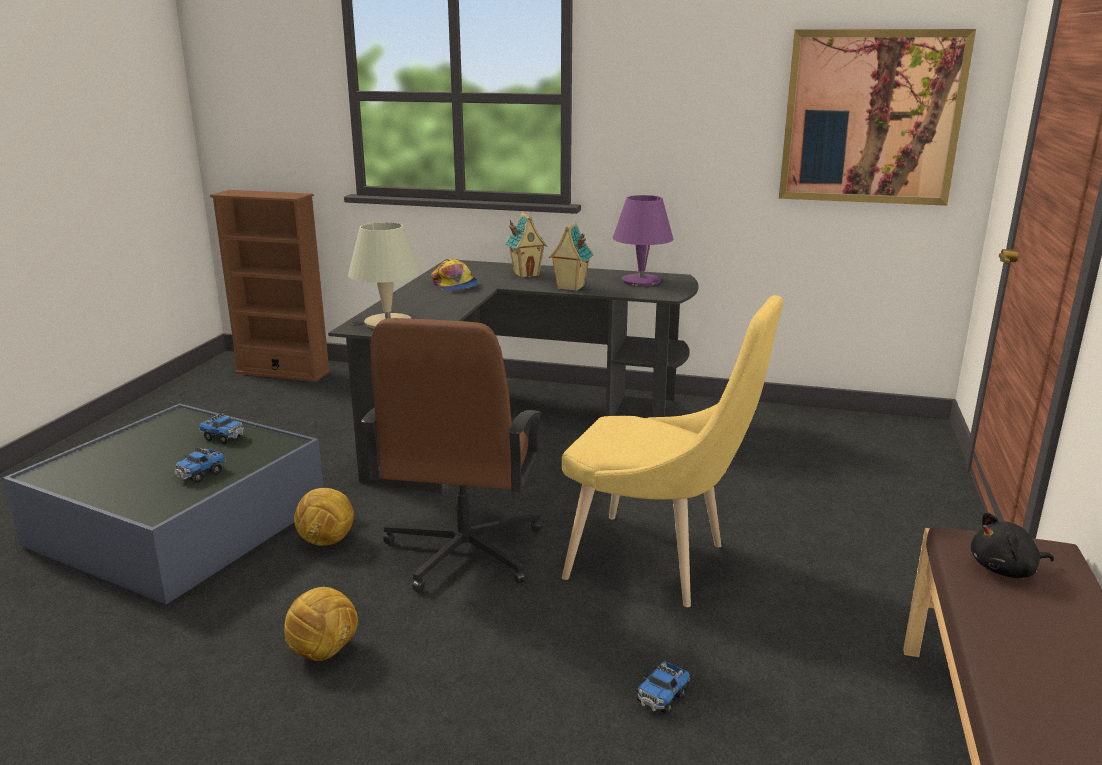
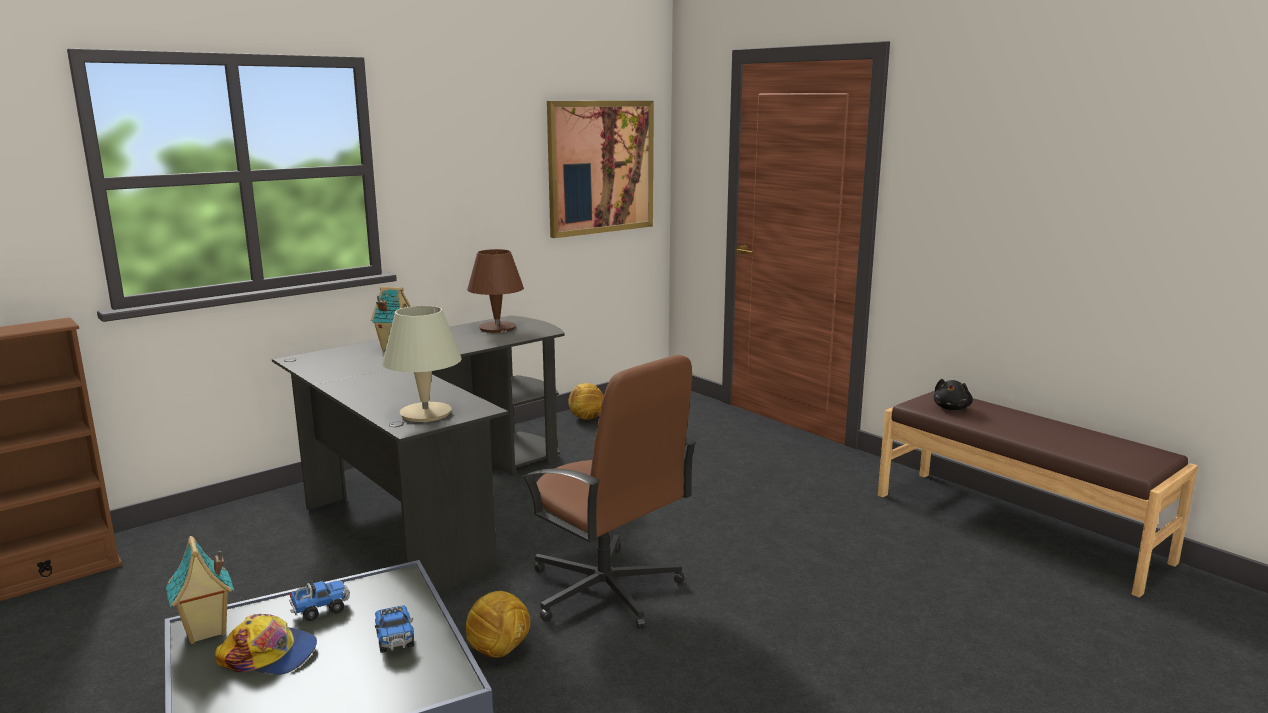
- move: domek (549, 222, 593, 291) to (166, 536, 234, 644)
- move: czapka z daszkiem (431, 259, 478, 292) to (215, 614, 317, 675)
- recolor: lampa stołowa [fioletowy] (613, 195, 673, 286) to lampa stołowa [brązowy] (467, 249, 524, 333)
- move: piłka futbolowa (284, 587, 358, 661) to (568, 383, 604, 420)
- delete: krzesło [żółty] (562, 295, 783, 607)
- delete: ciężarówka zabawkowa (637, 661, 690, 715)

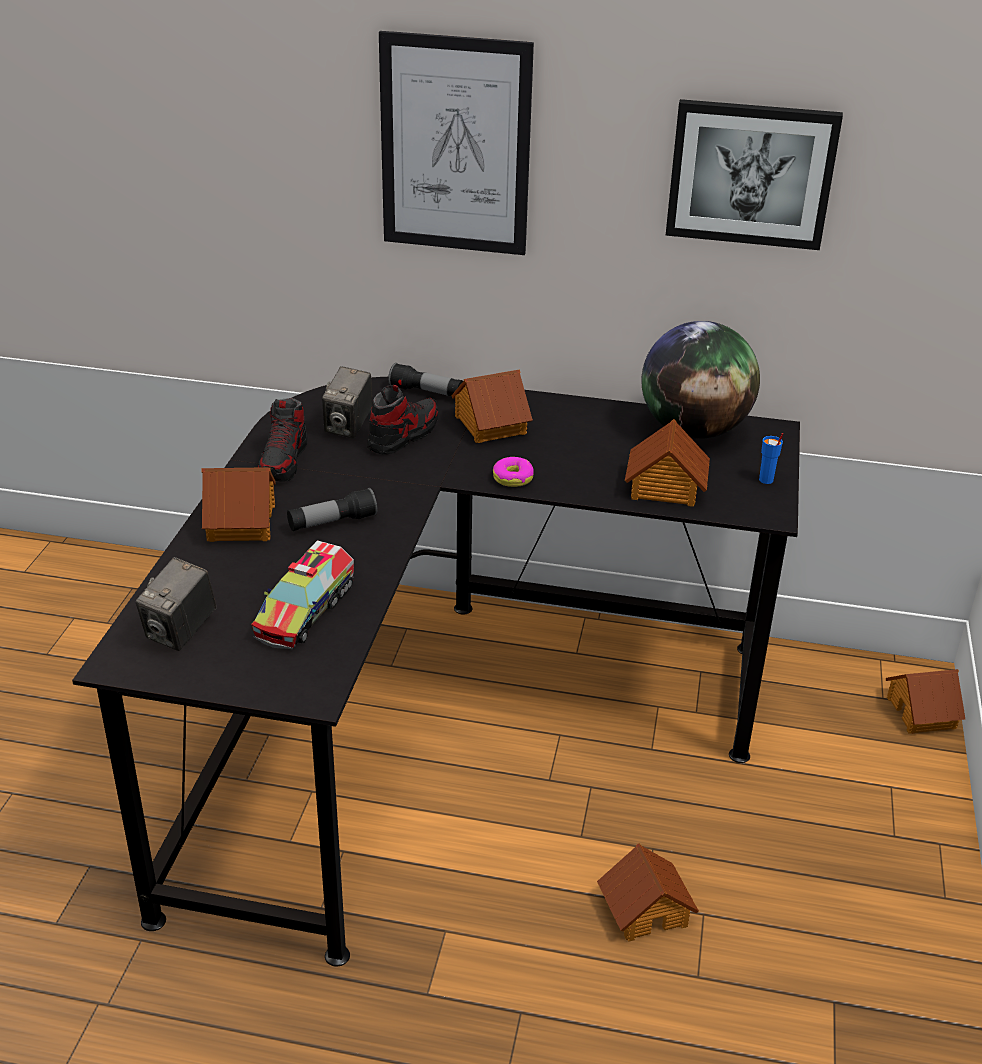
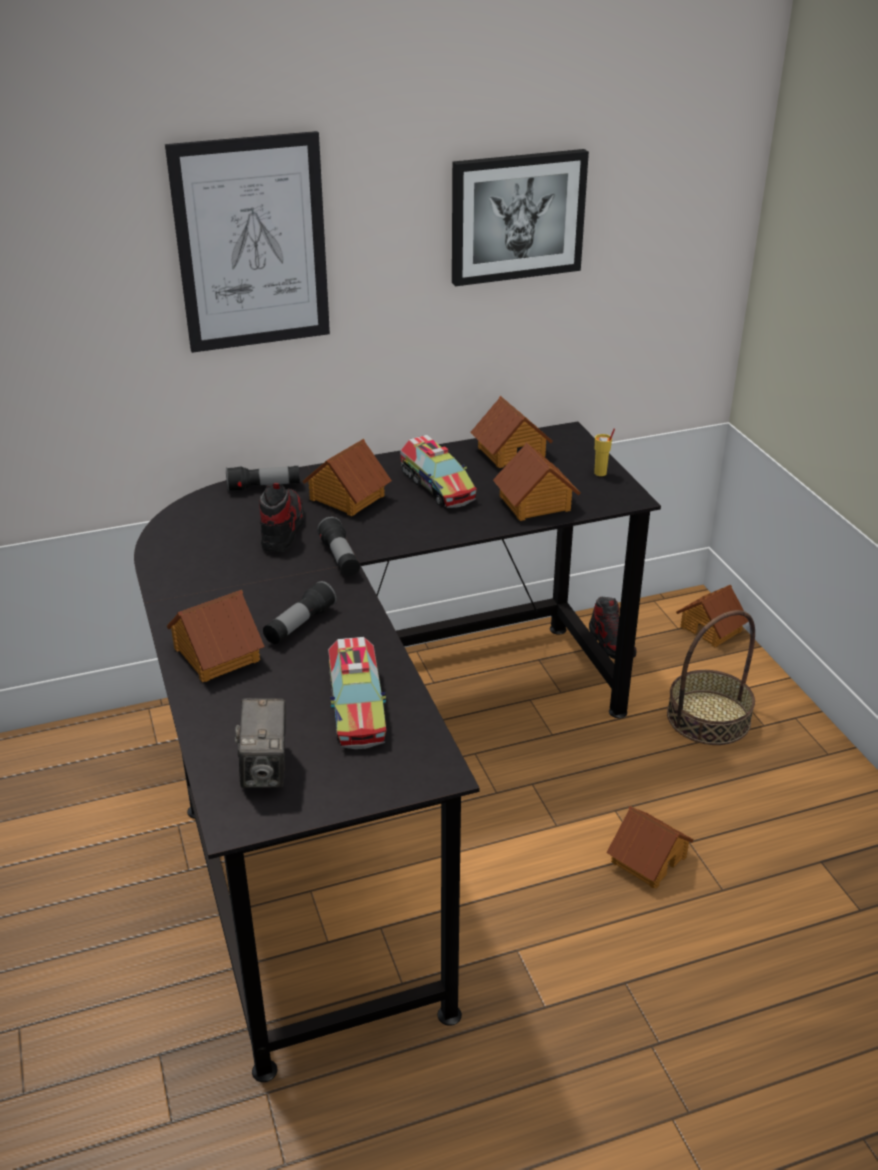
- insert: latarka (317, 517, 360, 576)
- insert: ciężarówka zabawkowa (400, 435, 477, 508)
- replace: globus (641, 321, 760, 439) to domek (470, 396, 553, 468)
- move: but (258, 398, 308, 482) to (589, 597, 637, 659)
- recolor: filiżanka [niebieski] (759, 433, 783, 484) to filiżanka [żółty] (594, 429, 615, 476)
- insert: koszyk (667, 610, 755, 745)
- delete: aparat fotograficzny (322, 366, 372, 439)
- delete: donut (493, 457, 534, 487)

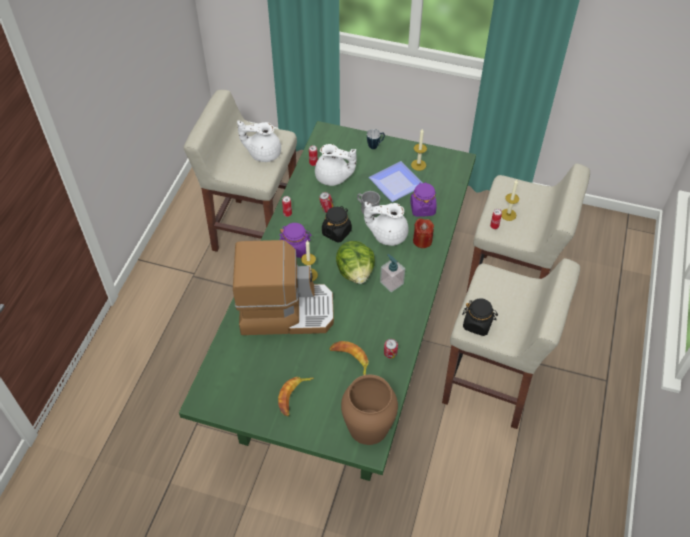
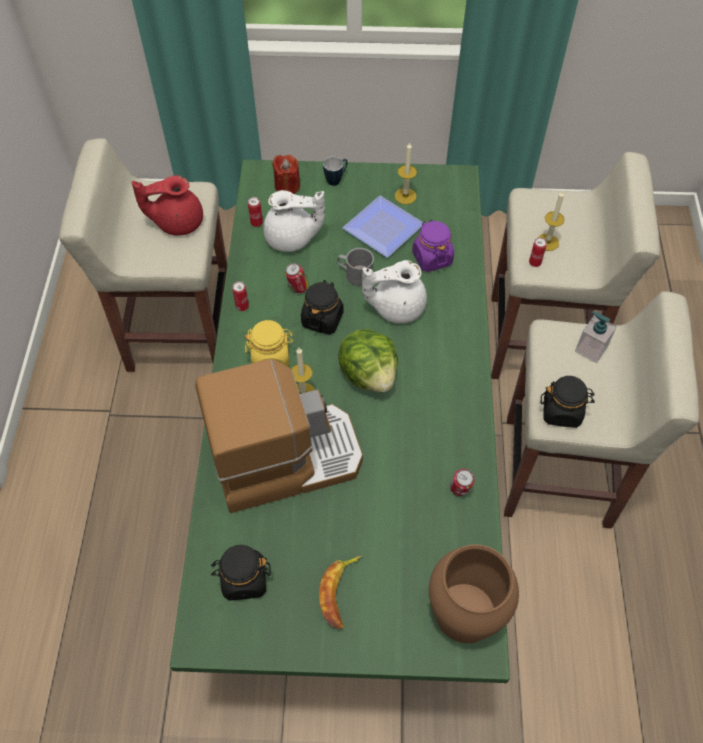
- recolor: imbryk [biały] (237, 120, 281, 162) to imbryk [czerwony] (132, 175, 203, 235)
- insert: słoik [czarny] (211, 545, 271, 601)
- recolor: słoik [fioletowy] (280, 223, 312, 258) to słoik [żółty] (245, 320, 294, 366)
- move: świeca [czerwony] (413, 218, 434, 248) to (272, 155, 300, 194)
- move: dozownik mydła (380, 254, 405, 292) to (575, 311, 617, 363)
- delete: banan (329, 341, 369, 375)

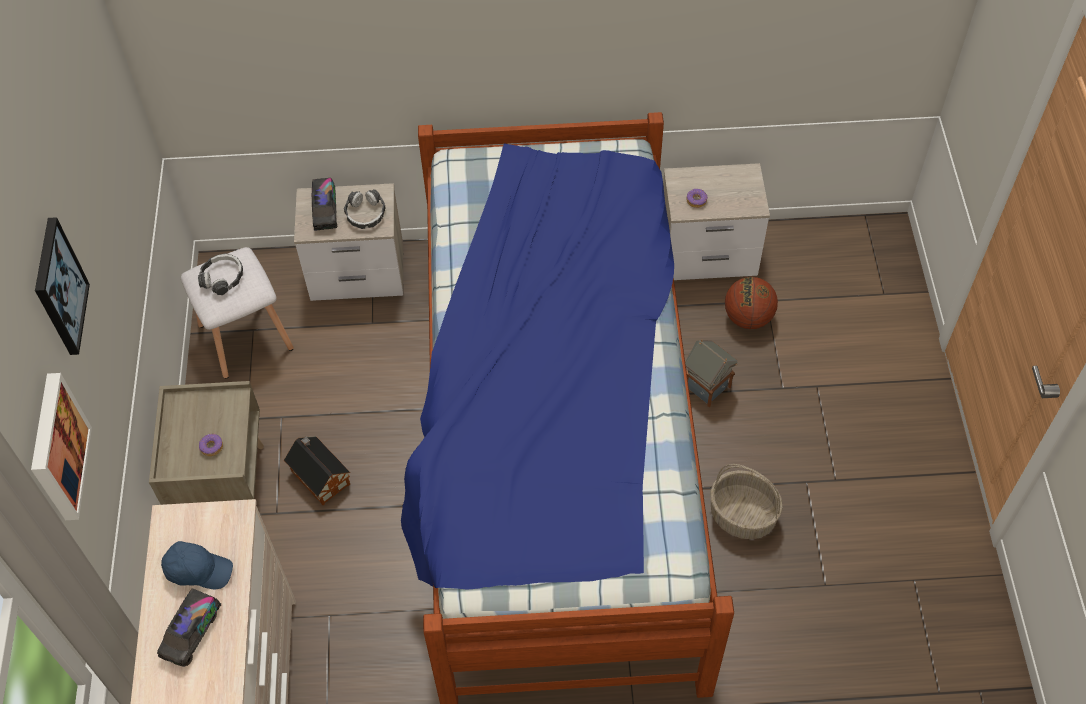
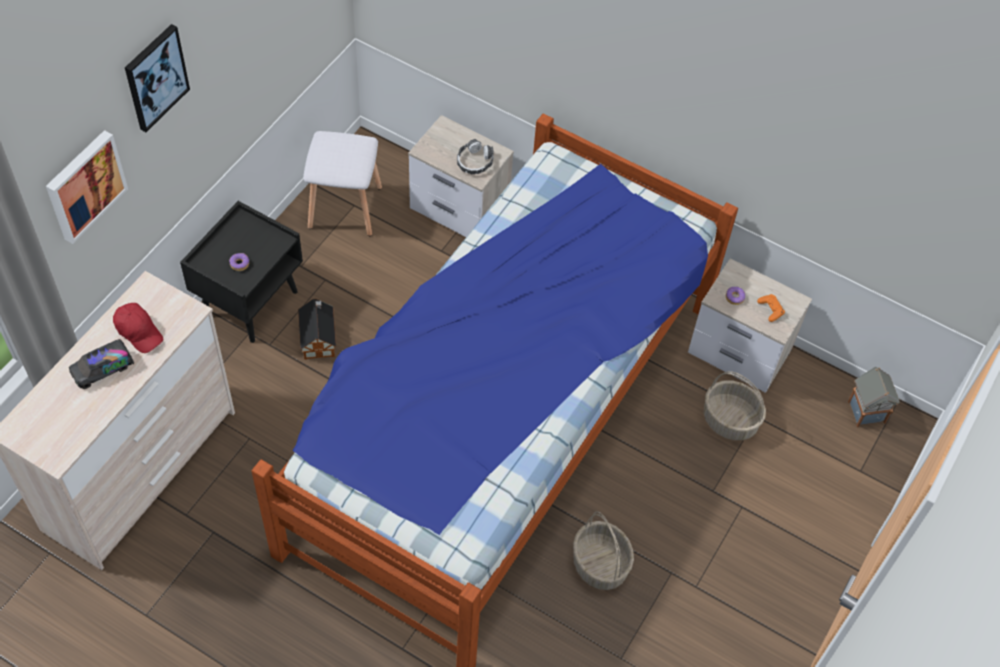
- recolor: czapka z daszkiem [niebieski] (161, 541, 233, 589) to czapka z daszkiem [czerwony] (113, 303, 163, 353)
- recolor: szafka nocna [beżowy] (149, 381, 264, 505) to szafka nocna [czarny] (180, 201, 303, 343)
- replace: piłka do koszykówki (725, 277, 778, 329) to koszyk (704, 371, 766, 440)
- insert: pad do gier [pomarańczowy] (757, 294, 785, 322)
- move: domek (685, 340, 738, 407) to (848, 367, 900, 427)
- delete: słuchawki (198, 253, 243, 295)
- delete: ciężarówka zabawkowa (312, 178, 337, 231)

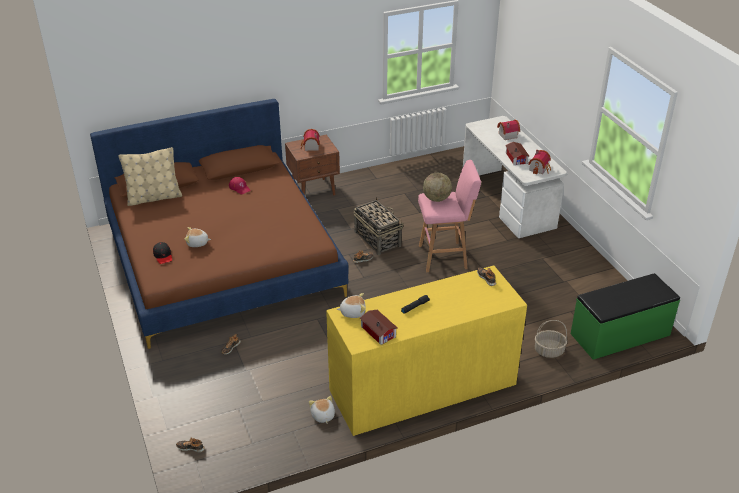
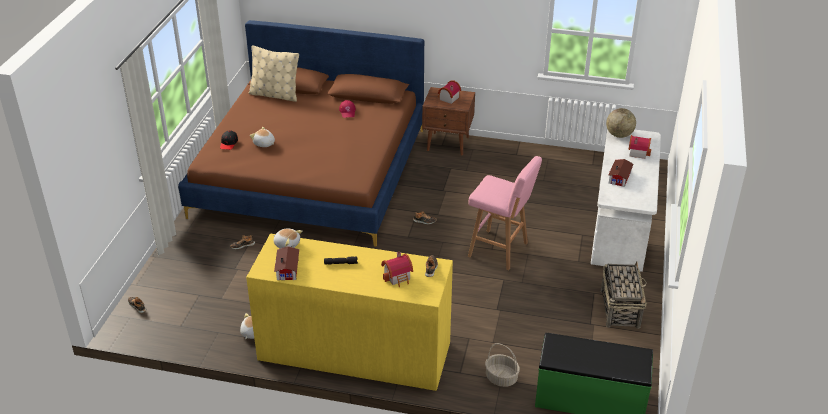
- move: domek (528, 150, 551, 175) to (381, 252, 413, 287)
- move: koszyk (353, 197, 403, 255) to (601, 262, 647, 329)
- move: globus (423, 173, 452, 202) to (606, 108, 636, 138)

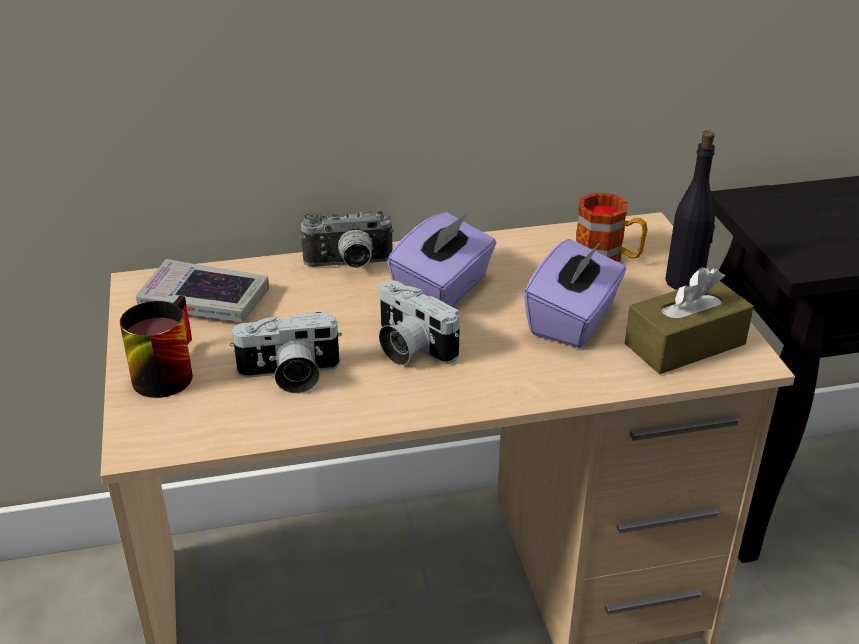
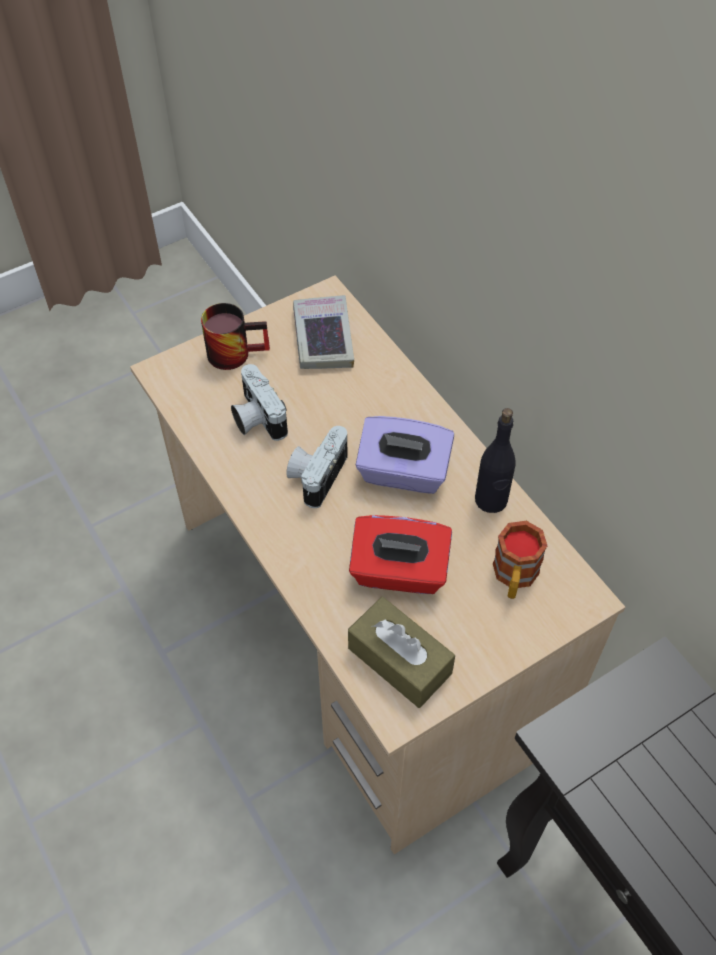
- recolor: pudełko chusteczek [fioletowy] (524, 239, 626, 348) to pudełko chusteczek [czerwony] (349, 515, 452, 594)
- move: butelka [czarny] (665, 130, 715, 290) to (475, 408, 516, 513)
- delete: aparat fotograficzny (300, 211, 394, 268)

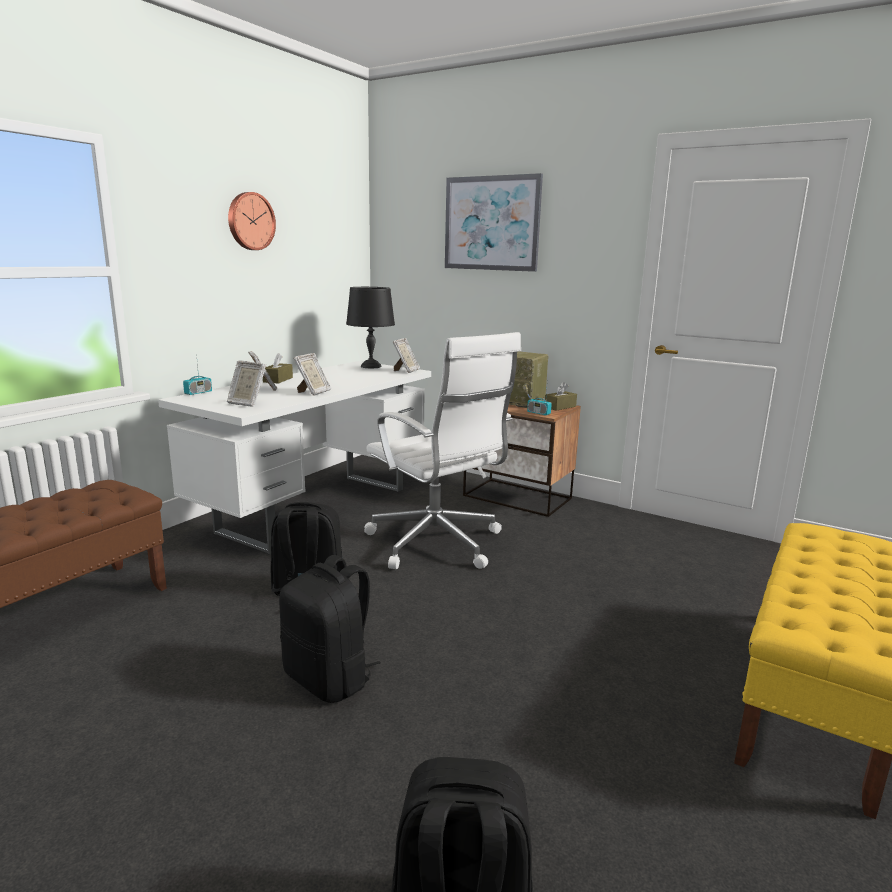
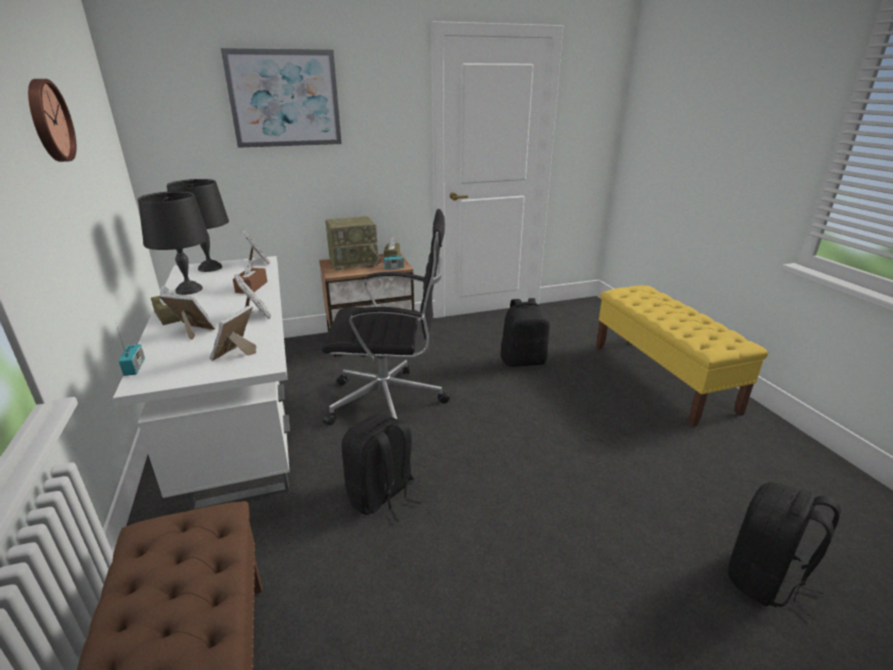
- insert: lampa stołowa [czarny] (138, 191, 210, 295)
- rotate: ramka na zdjęcie (227, 360, 266, 407) = (210, 306, 256, 361) 135 degrees clockwise
- insert: pudełko chusteczek [brązowy] (233, 260, 268, 294)
- recolor: krzesło biurowe [biały] (364, 332, 521, 569) to krzesło biurowe [czarny] (321, 209, 450, 425)
- move: plecak [czarny] (279, 555, 381, 703) to (500, 298, 550, 367)

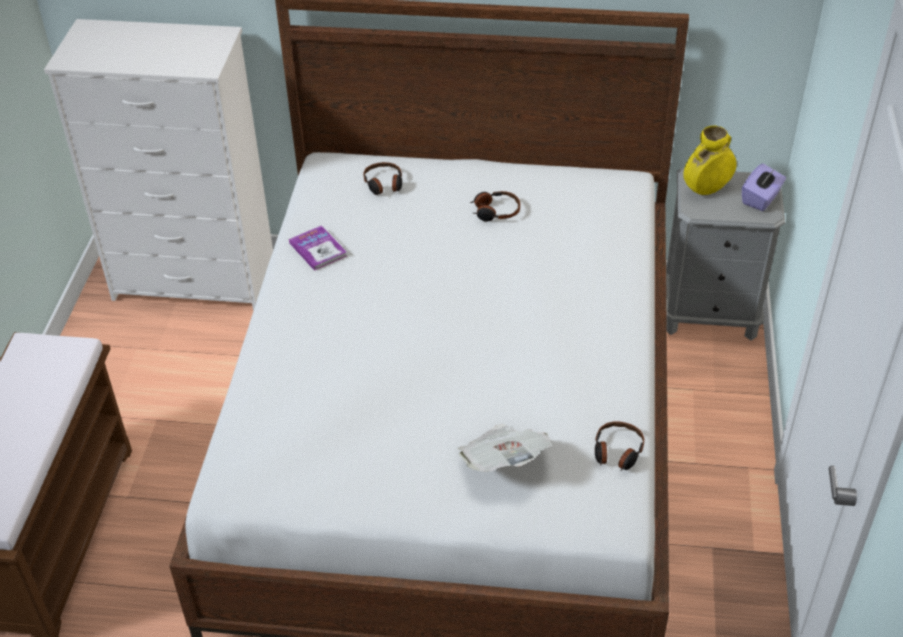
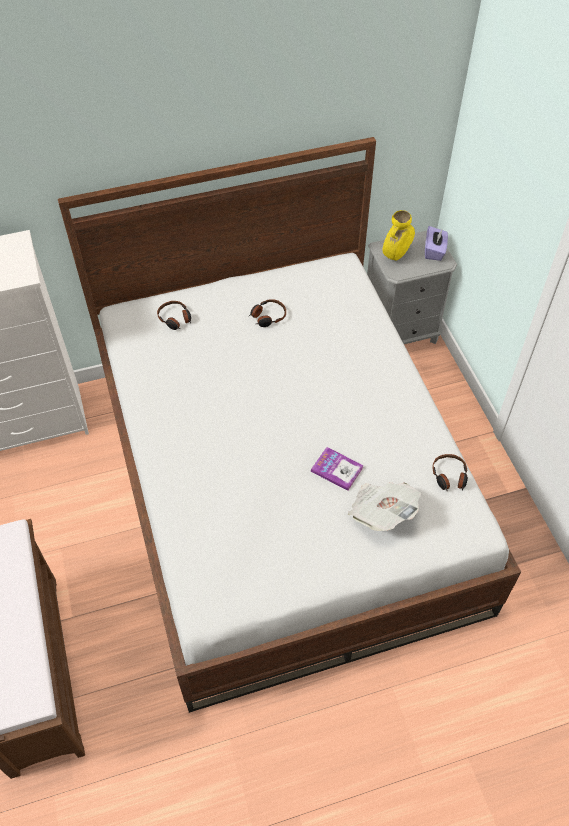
- move: książka (289, 225, 347, 271) to (311, 447, 364, 491)

